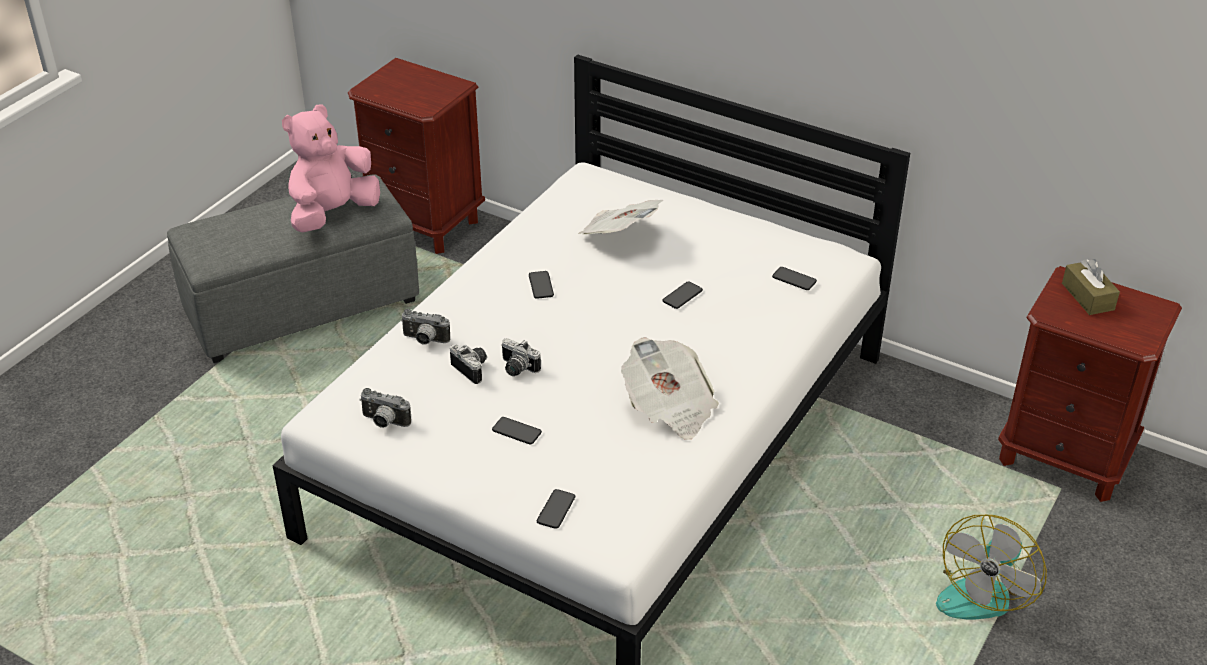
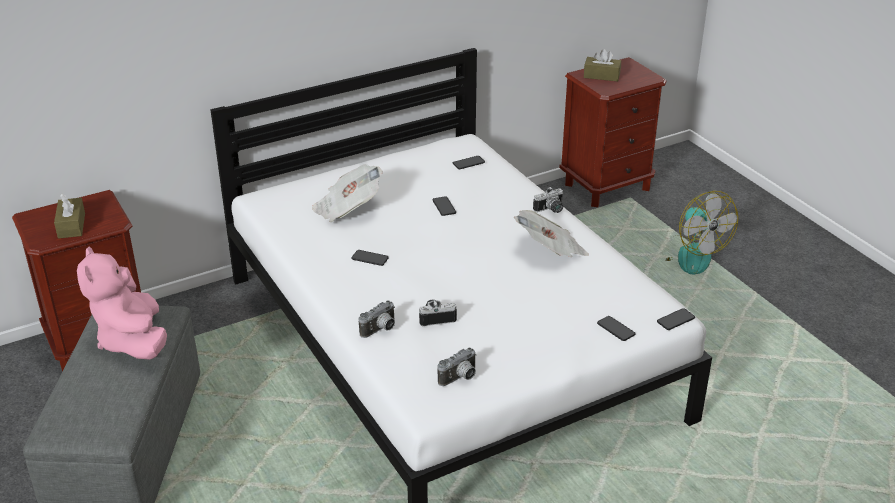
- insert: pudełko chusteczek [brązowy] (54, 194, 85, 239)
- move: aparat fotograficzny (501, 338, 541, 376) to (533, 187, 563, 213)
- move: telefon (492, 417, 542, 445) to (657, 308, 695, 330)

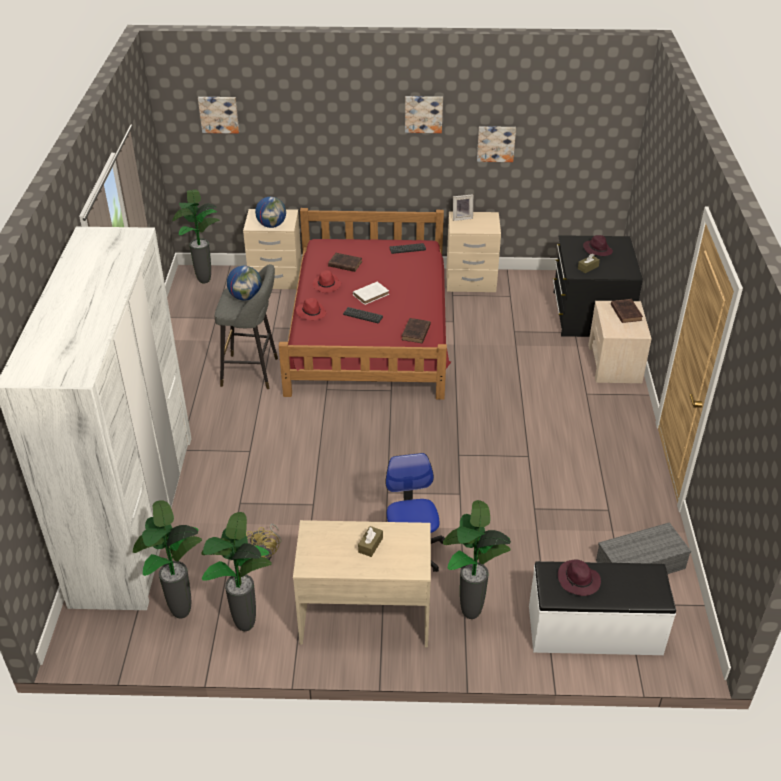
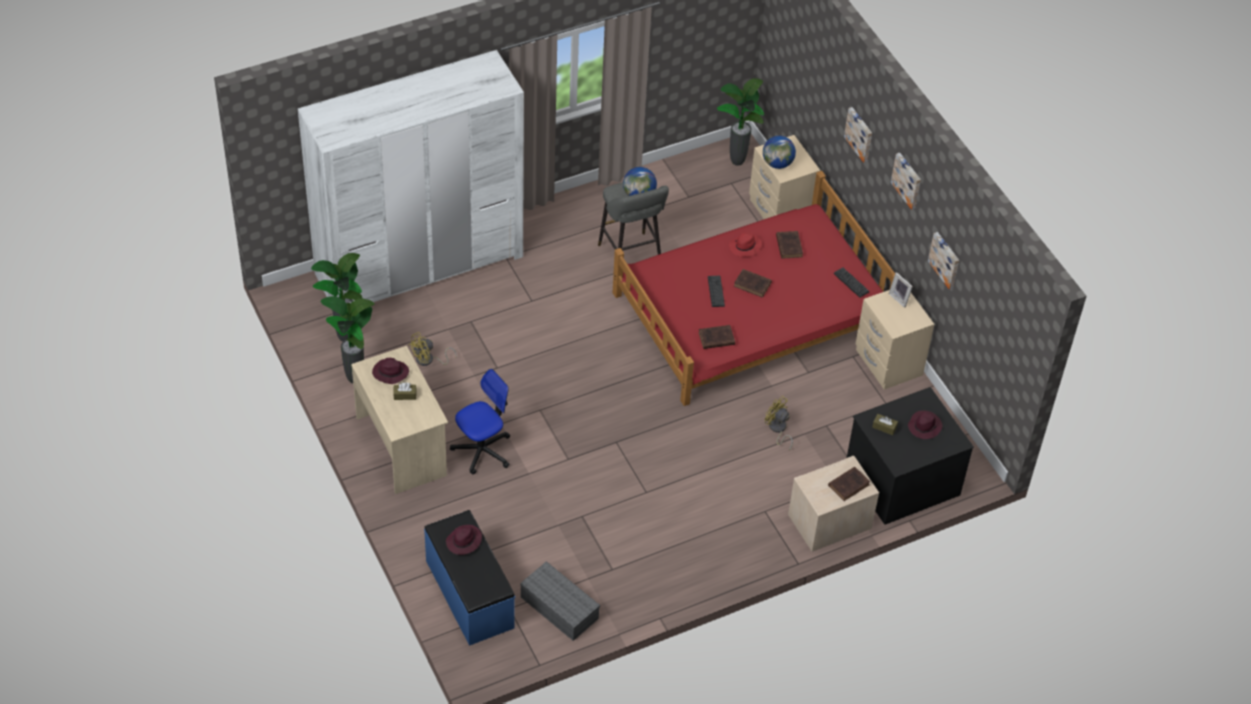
- insert: kapelusz [fioletowy] (372, 358, 409, 384)
- recolor: ławka [biały] (529, 561, 676, 655) to ławka [niebieski] (424, 510, 515, 646)
- recolor: książka [biały] (353, 281, 389, 305) to książka [brązowy] (734, 269, 772, 298)
- insert: wentylator [żółty] (765, 396, 793, 450)
- move: obraz (198, 97, 239, 134) to (844, 107, 872, 163)
- delete: kapelusz [czerwony] (296, 298, 326, 320)
- delete: roślina doniczkowa (443, 500, 511, 619)

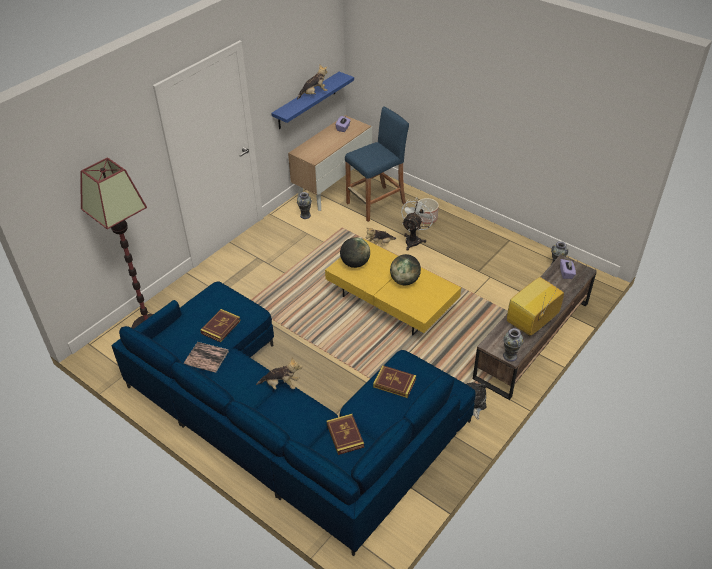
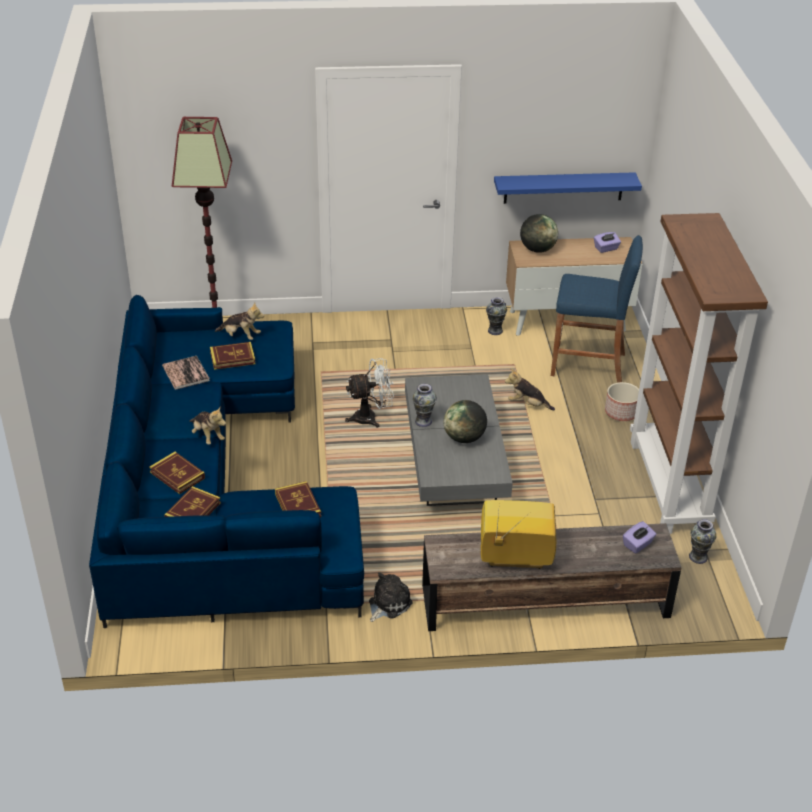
- insert: książka (149, 452, 205, 494)
- move: pluszak (297, 65, 328, 100) to (215, 303, 264, 340)
- move: wentylator [biały] (401, 197, 436, 251) to (345, 358, 394, 428)
- recolor: ława [żółty] (325, 238, 461, 335) to ława [szary] (405, 374, 513, 506)
- move: wazon (503, 328, 523, 362) to (412, 384, 437, 427)
- move: globus (340, 237, 370, 268) to (520, 214, 558, 253)
- insert: regał [brązowy] (630, 213, 768, 534)

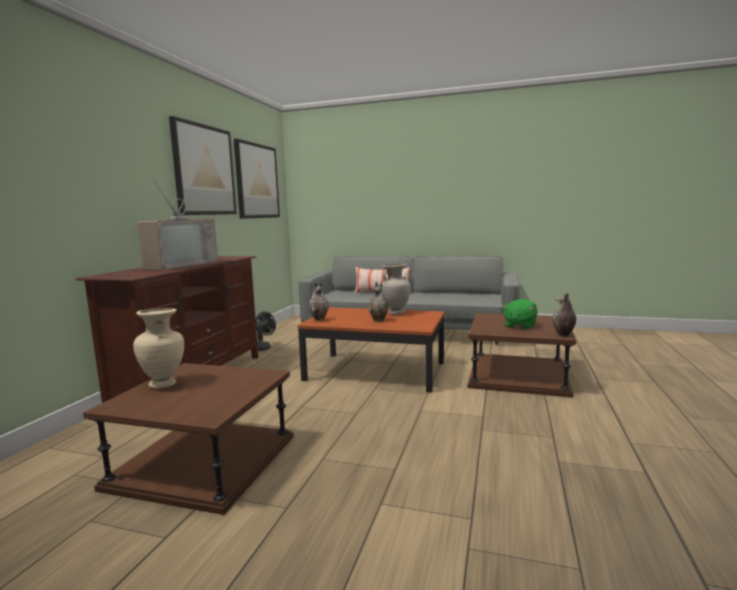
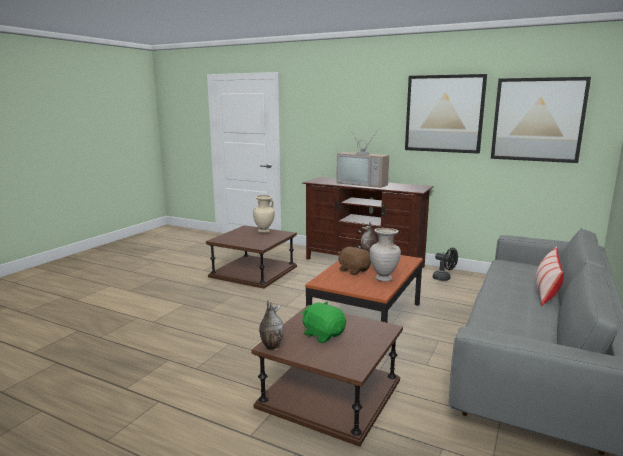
- replace: wazon (368, 282, 388, 322) to pluszak [brązowy] (338, 247, 371, 275)

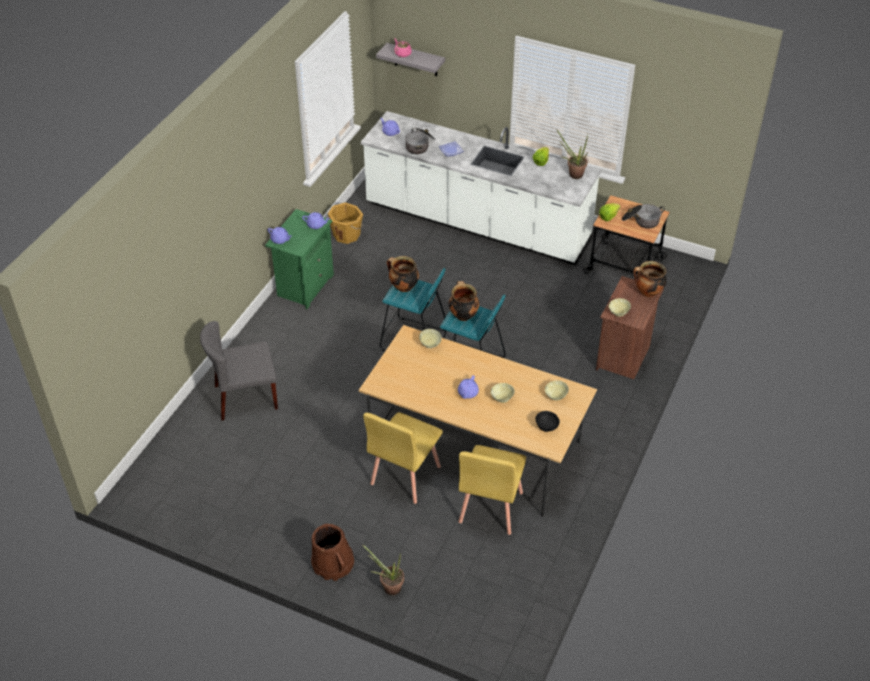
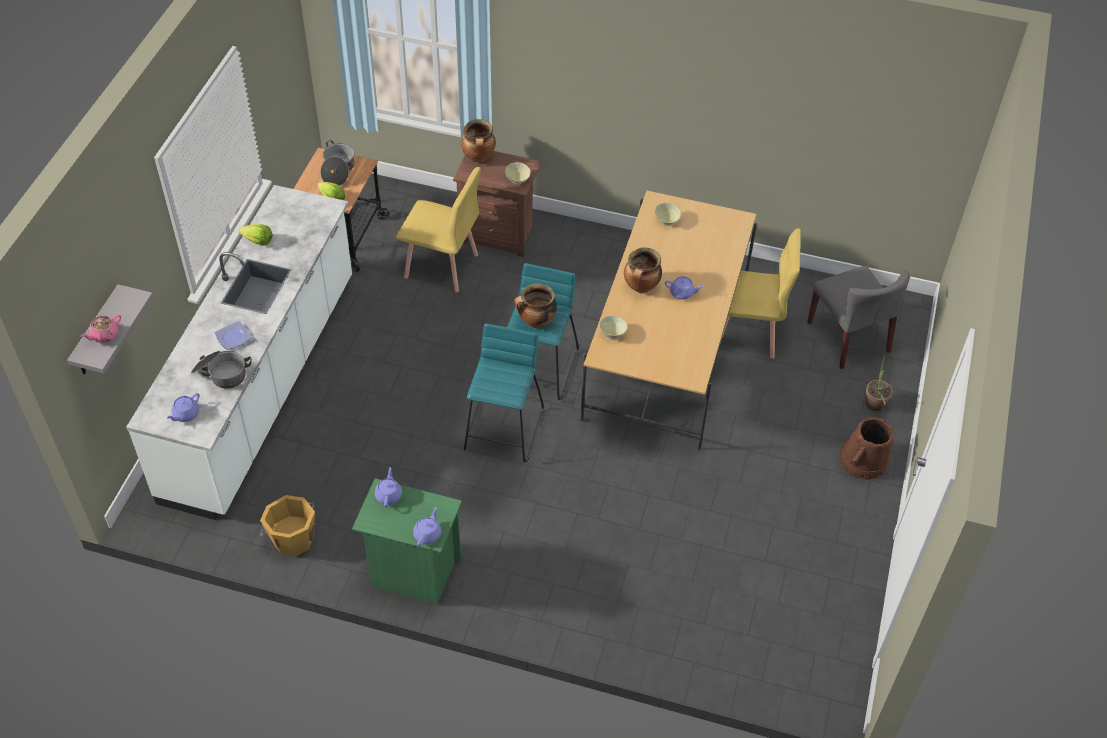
- move: krzesło [żółty] (363, 412, 443, 504) to (396, 167, 481, 292)
- move: garnek (387, 256, 419, 292) to (624, 247, 662, 293)
- move: krzesło [szary] (200, 321, 278, 421) to (807, 266, 910, 369)
- delete: miska [beżowy] (491, 383, 515, 403)
- delete: miska [czarny] (535, 411, 560, 432)
- delete: roślina doniczkowa (556, 129, 588, 179)

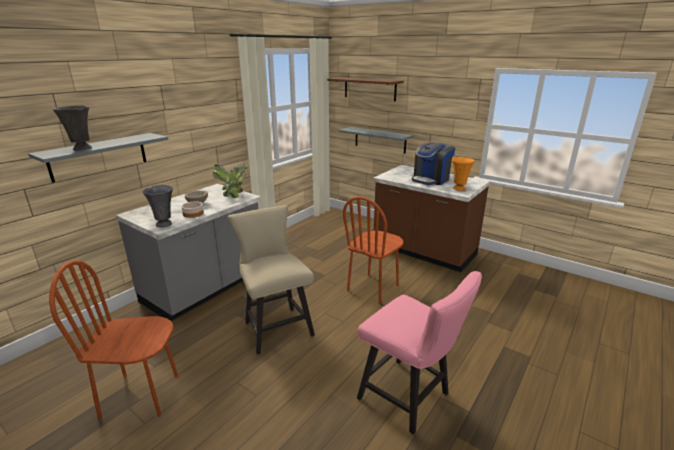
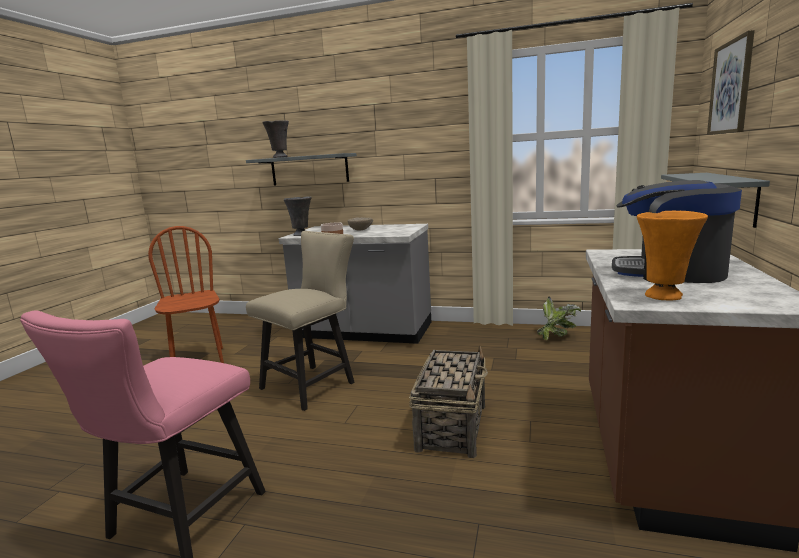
- replace: krzesło [brązowy] (343, 196, 403, 304) to koszyk (409, 346, 488, 458)
- move: roślina doniczkowa (213, 164, 247, 198) to (537, 296, 581, 340)
- replace: półka [brązowy] (327, 77, 404, 101) to obraz (707, 30, 755, 135)

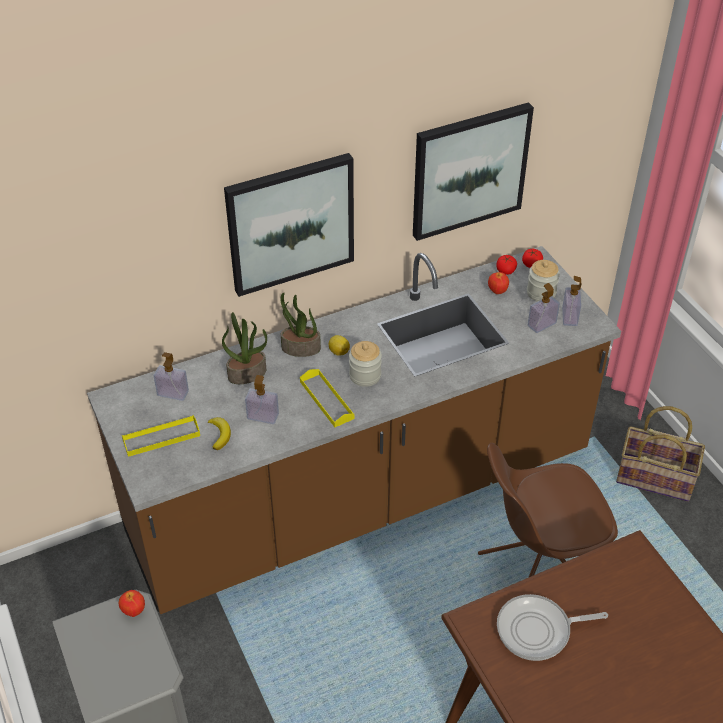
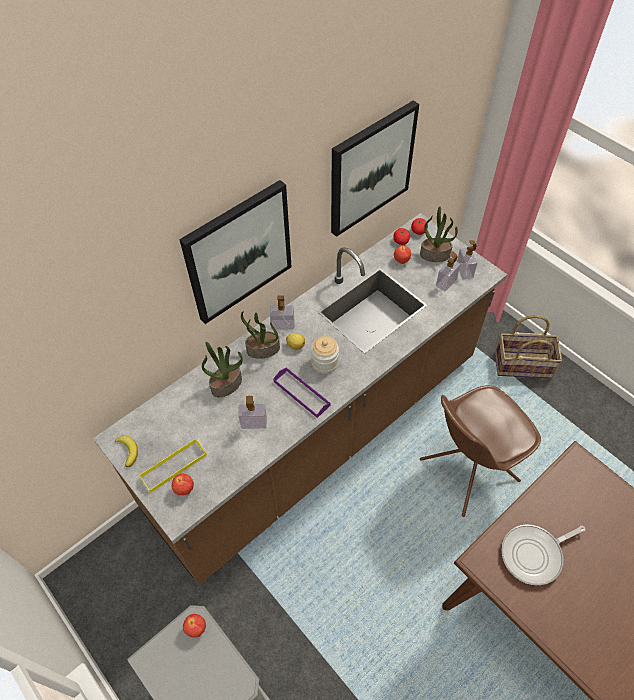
- move: banan (208, 417, 231, 450) to (115, 435, 138, 467)
- insert: jabłko (172, 474, 194, 495)
- move: dozownik mydła (154, 352, 189, 401) to (270, 296, 294, 330)
- recolor: taca [żółty] (300, 369, 354, 427) to taca [fioletowy] (273, 367, 330, 418)
- replace: słoik (527, 260, 560, 302) to roślina doniczkowa (420, 206, 458, 262)

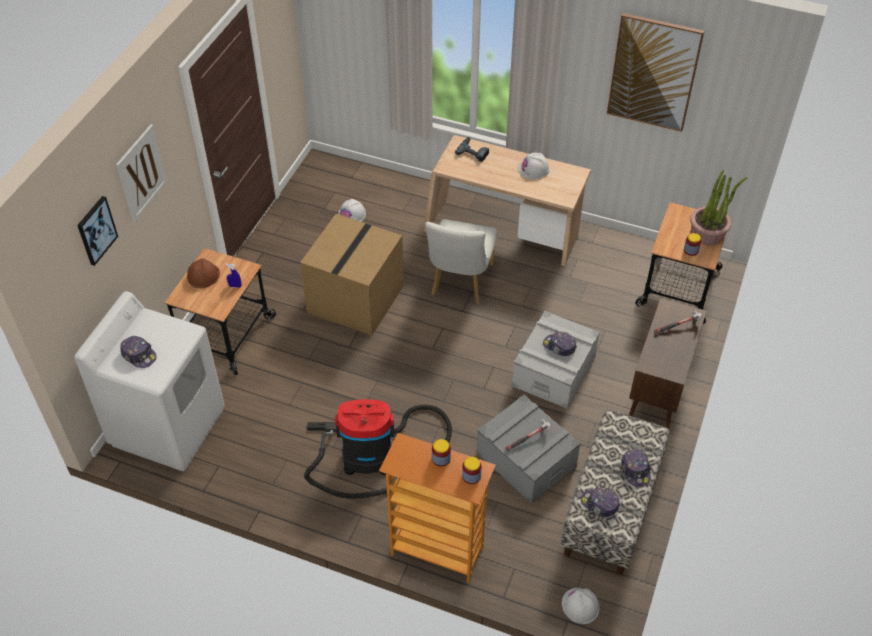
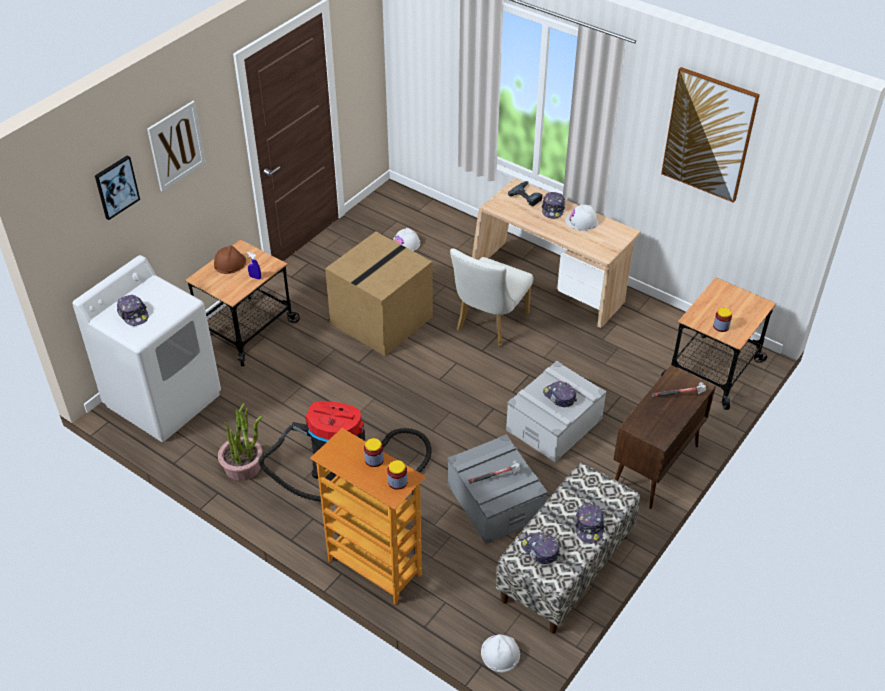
- move: roślina doniczkowa (690, 170, 747, 246) to (218, 403, 263, 481)
- insert: czapka z daszkiem (542, 192, 565, 219)

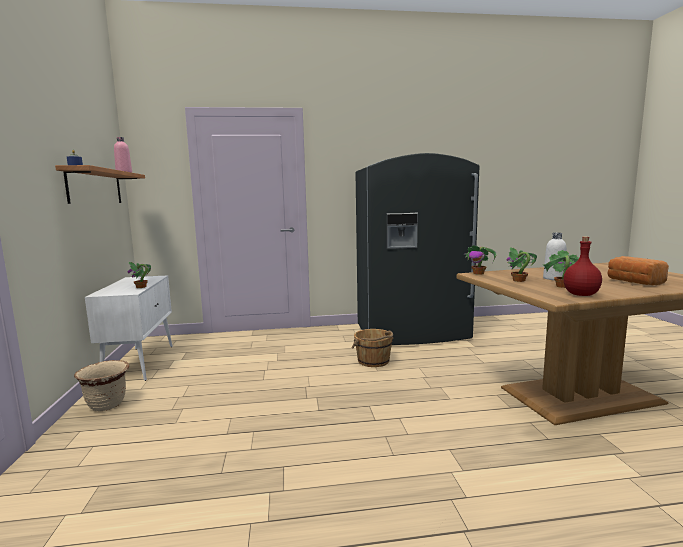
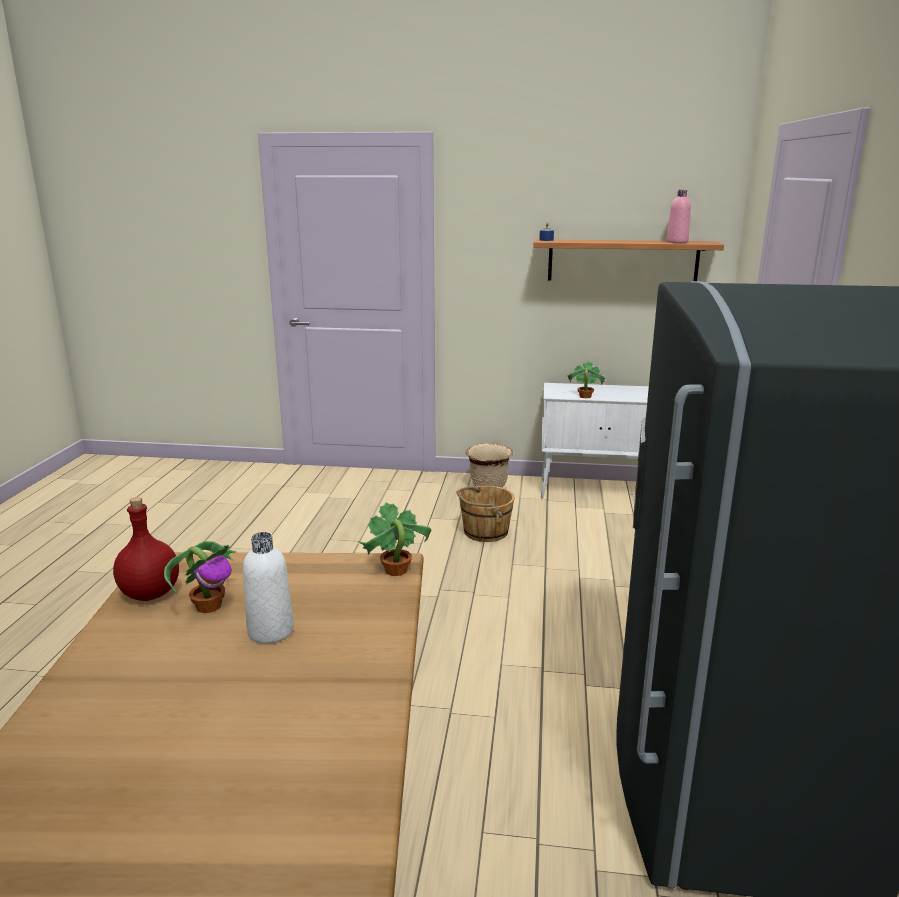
- move: wiadro [brązowy] (352, 329, 394, 367) to (457, 484, 514, 542)
- delete: roślina doniczkowa (507, 247, 537, 282)
- delete: chleb (607, 256, 669, 285)

